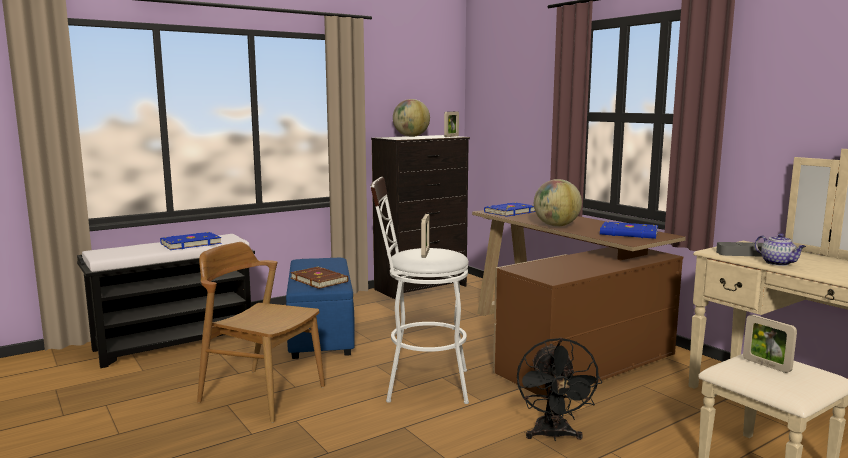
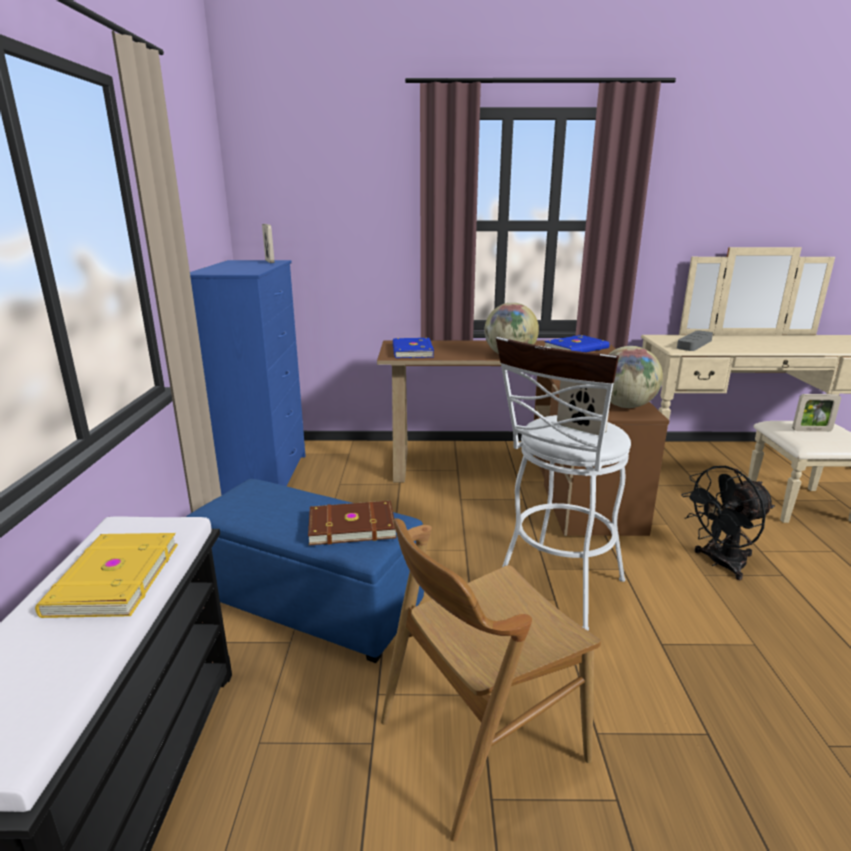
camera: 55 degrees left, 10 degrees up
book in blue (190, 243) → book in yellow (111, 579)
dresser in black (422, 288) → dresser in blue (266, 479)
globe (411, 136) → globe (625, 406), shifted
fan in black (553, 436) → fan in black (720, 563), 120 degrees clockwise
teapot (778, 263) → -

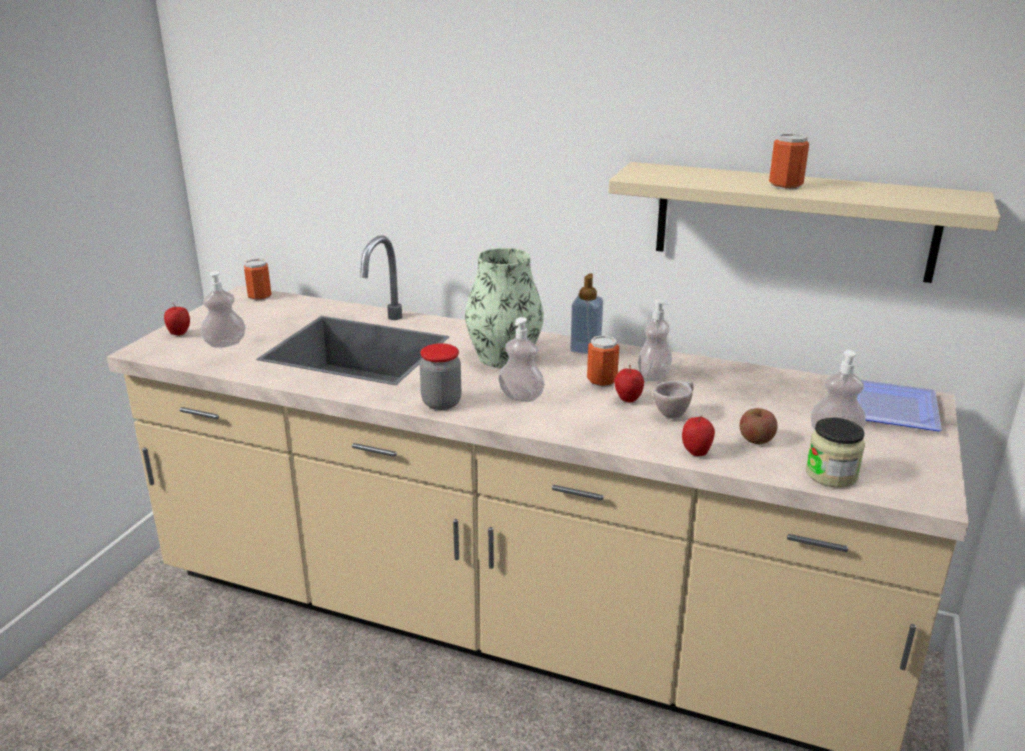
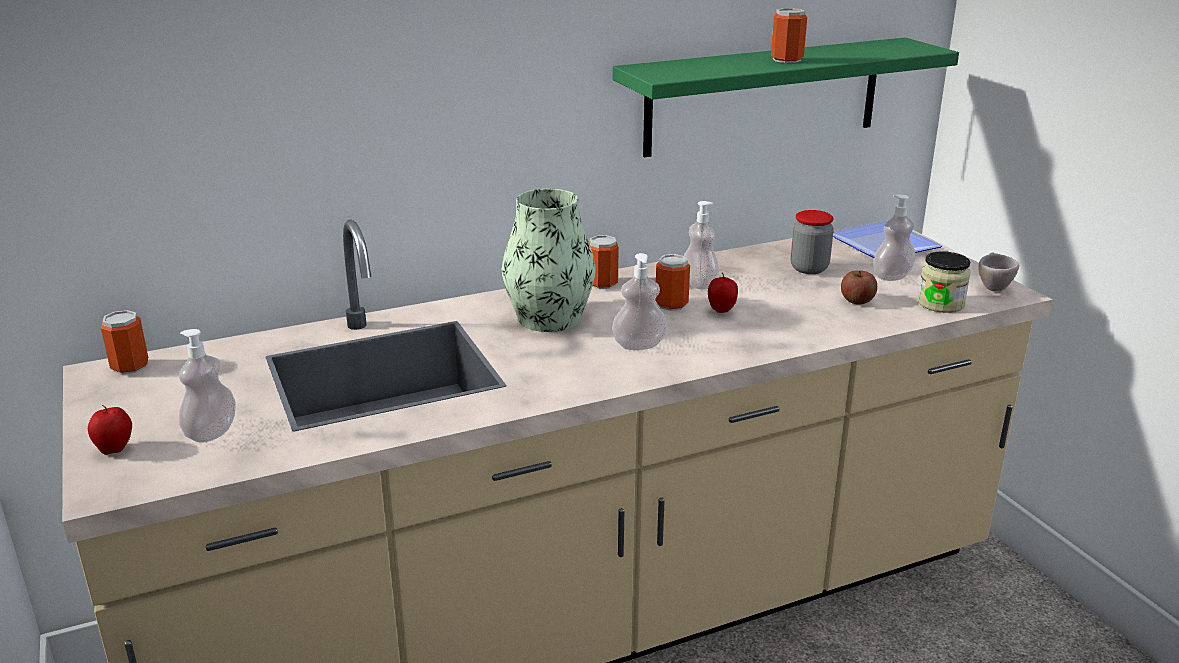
camera: 45 degrees left, 0 degrees up
soap dispenser (585, 349) → can (602, 283)
shelf in beige (793, 221) → shelf in green (764, 96)
jar (441, 403) → jar (809, 268), shifted
cup in beige (674, 413) → cup in beige (991, 287), shifted
apple (696, 452) → -

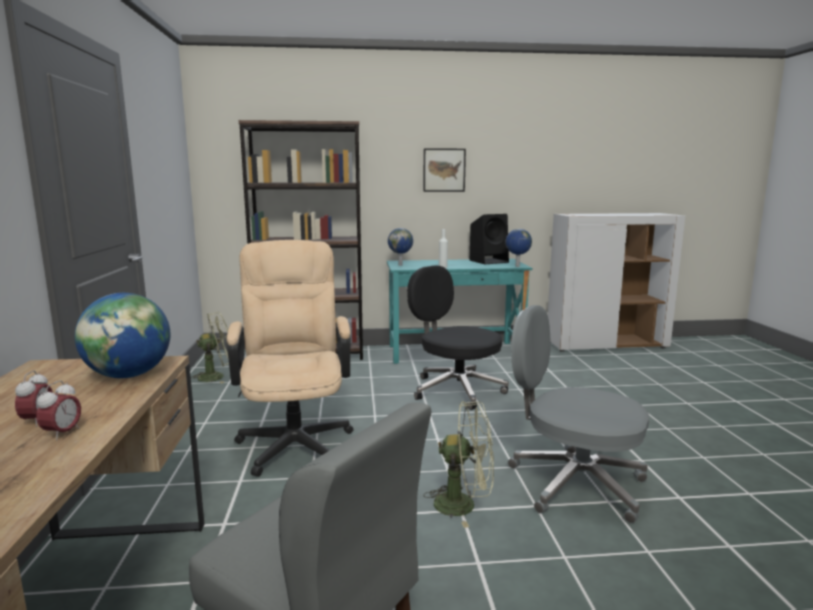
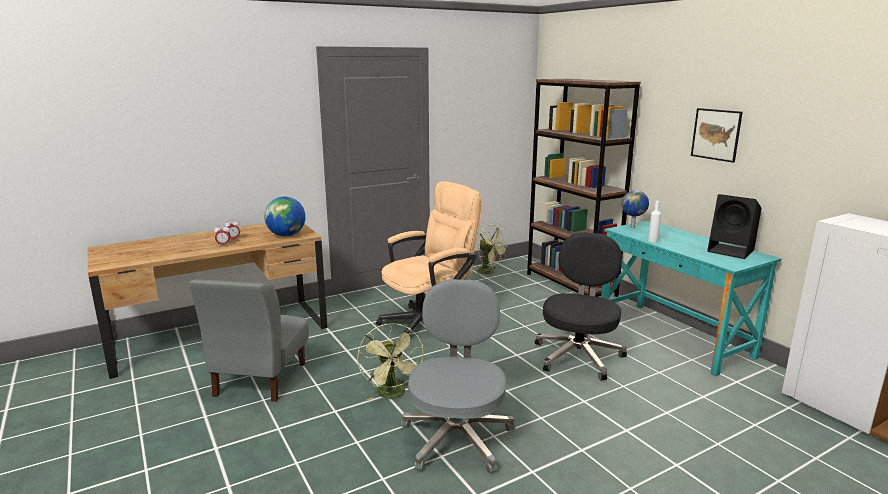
camera: 65 degrees right, 5 degrees up
globe (517, 266) → -

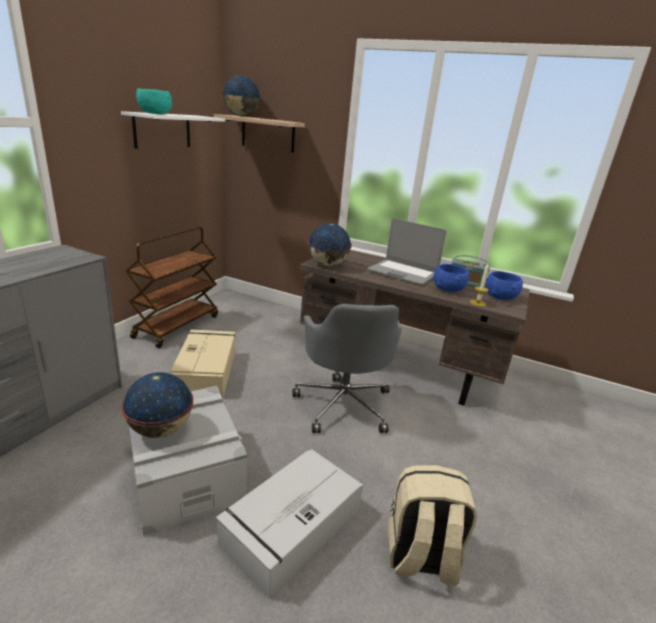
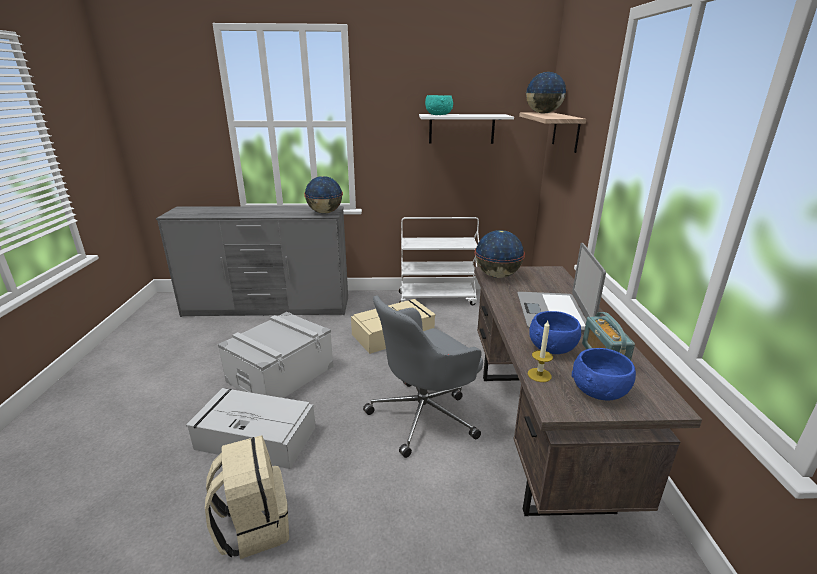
camera: 65 degrees right, 0 degrees up
globe (161, 429) → globe (325, 212), shifted
cart in brown (177, 326) → cart in white (437, 298)

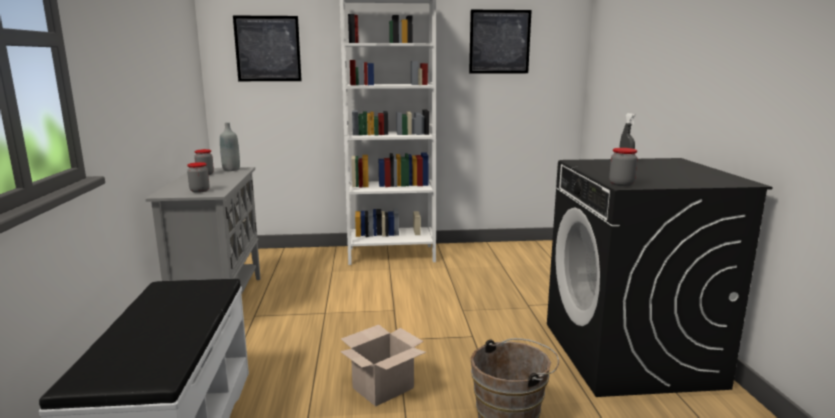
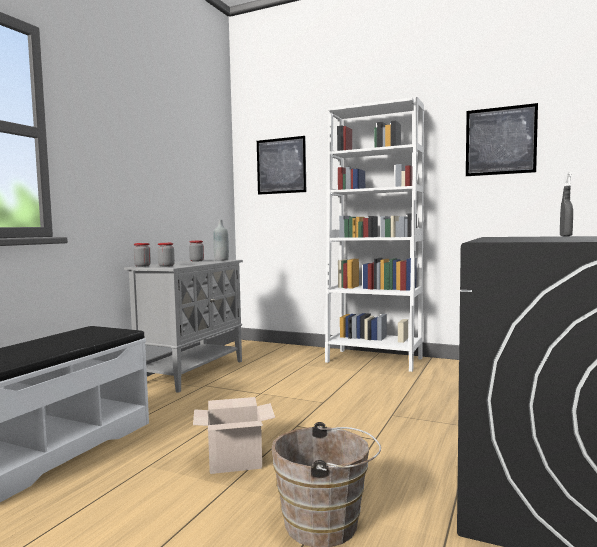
camera: 30 degrees right, 10 degrees down
jar (621, 184) → jar (142, 266), shifted

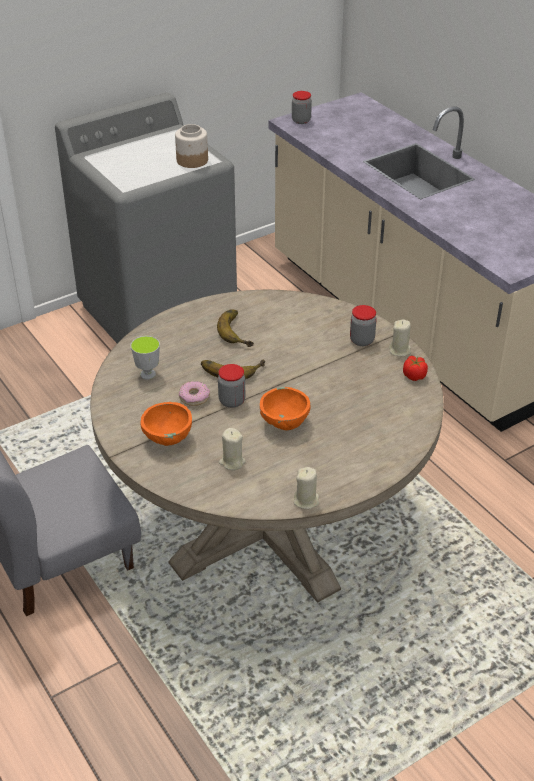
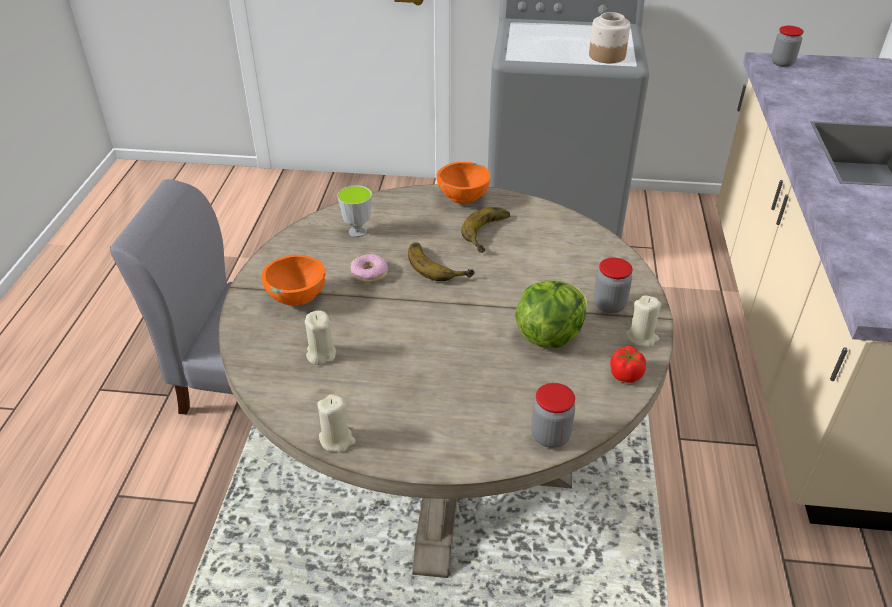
camera: 40 degrees right, 0 degrees up
bowl in orange (285, 423) → bowl in orange (463, 199), shifted
- → lettuce (548, 335)
jar (232, 401) → jar (550, 436), shifted

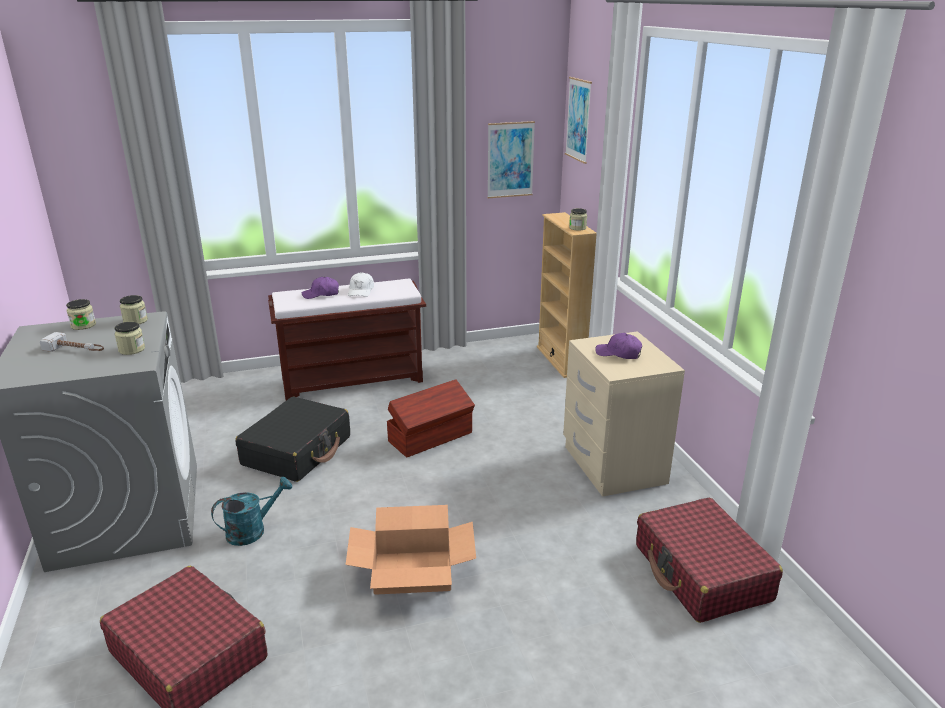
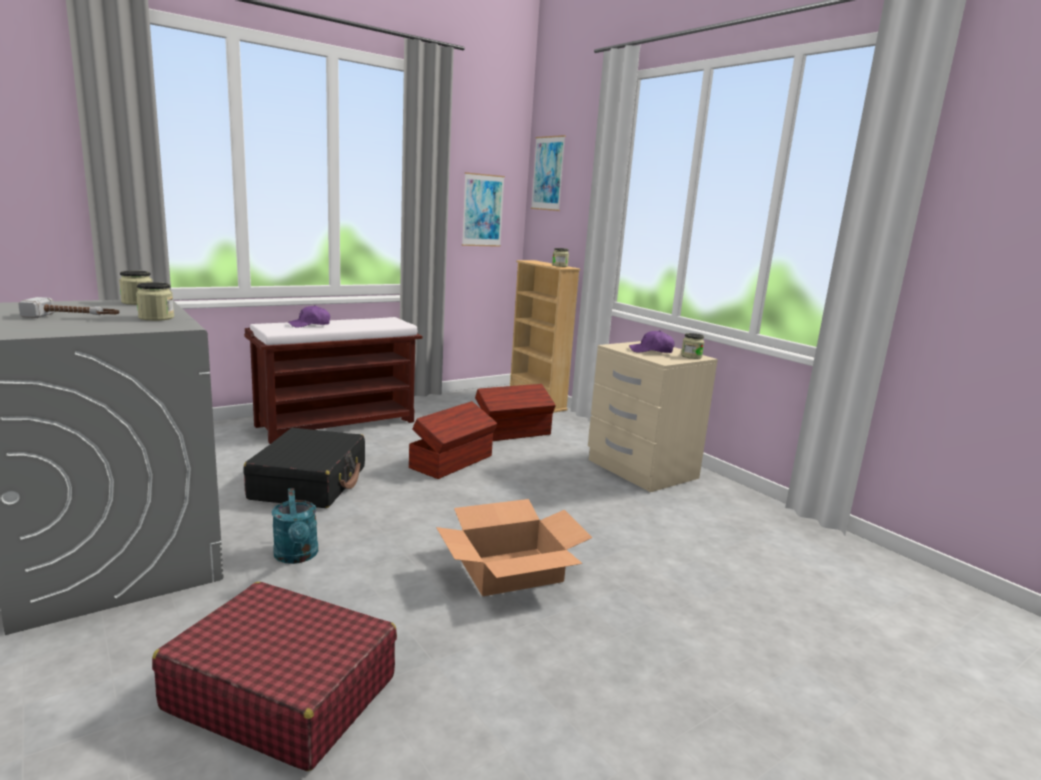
camera: 20 degrees left, 10 degrees down
watering can in turquoise (253, 530) → watering can in turquoise (297, 556), 120 degrees clockwise
- → storage box in brown (512, 433)
jar (83, 325) → jar (691, 356), shifted
cap in white (361, 291) → -
suitcase in red (701, 573) → -

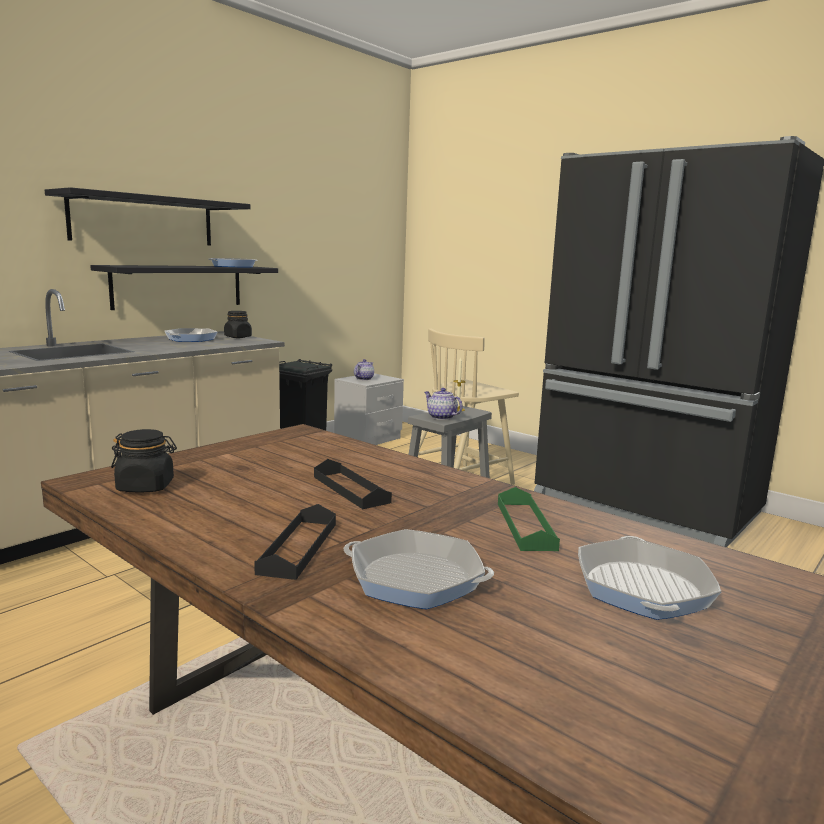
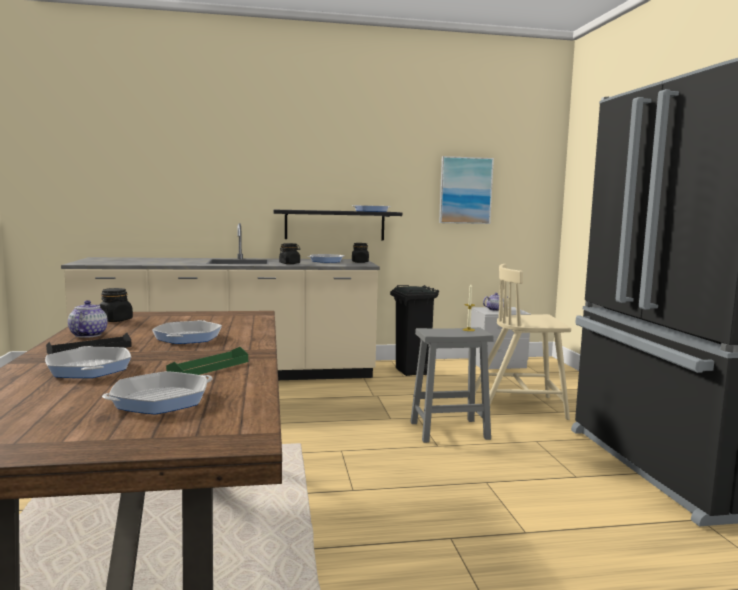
camera: 40 degrees right, 5 degrees down
teapot (441, 417) → teapot (88, 335), shifted
tray in black (350, 489) → frying pan (188, 337)
- → jar in black (289, 263)
- → picture (465, 190)
shelf in black (143, 220) → -

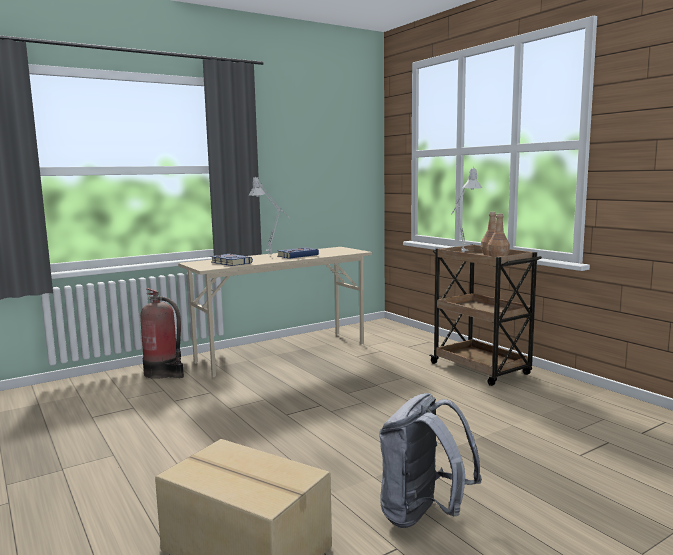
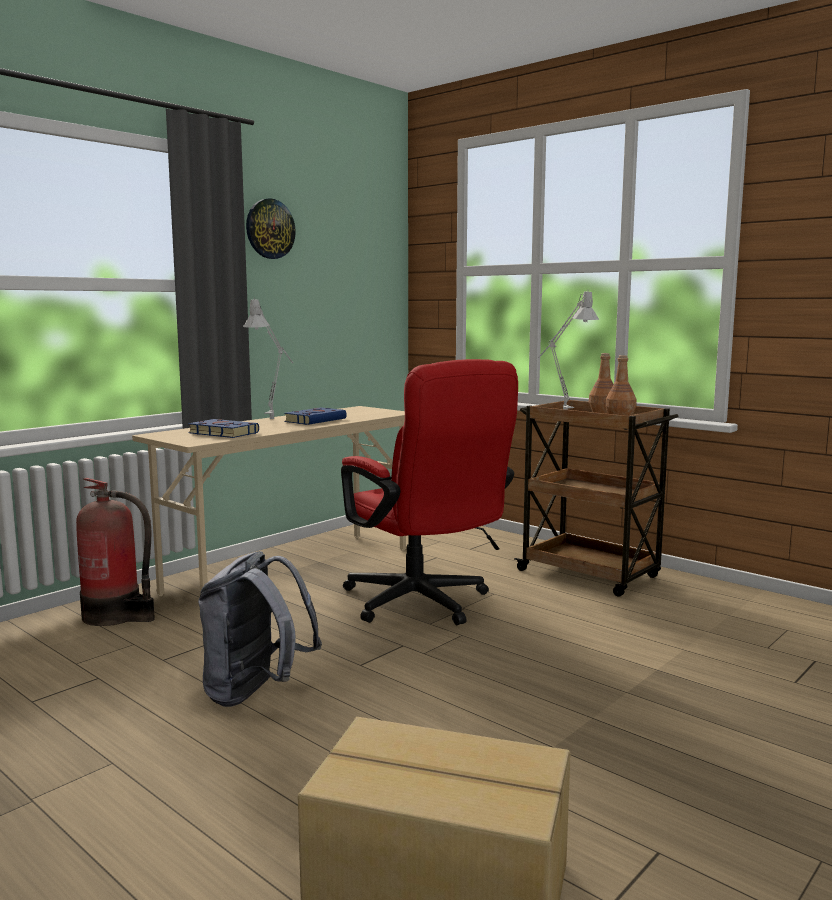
camera: 15 degrees left, 0 degrees up
backpack in grey (423, 516) → backpack in grey (255, 693), shifted
- → wall clock (270, 229)
- → office chair in red (423, 605)

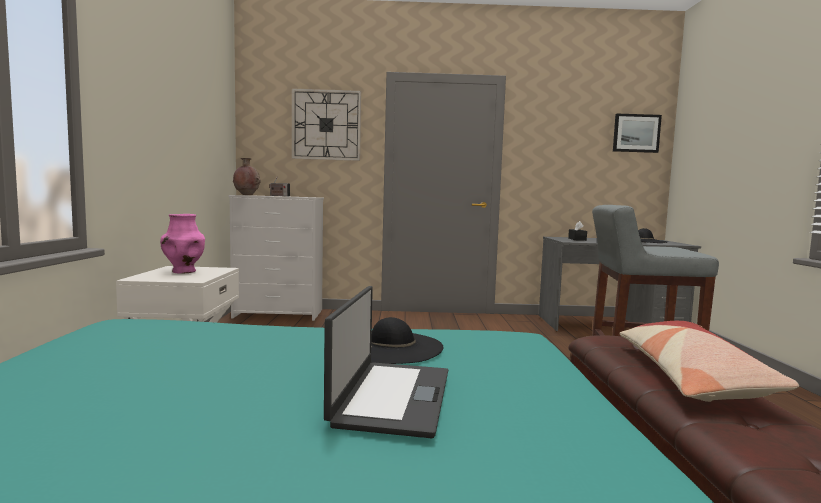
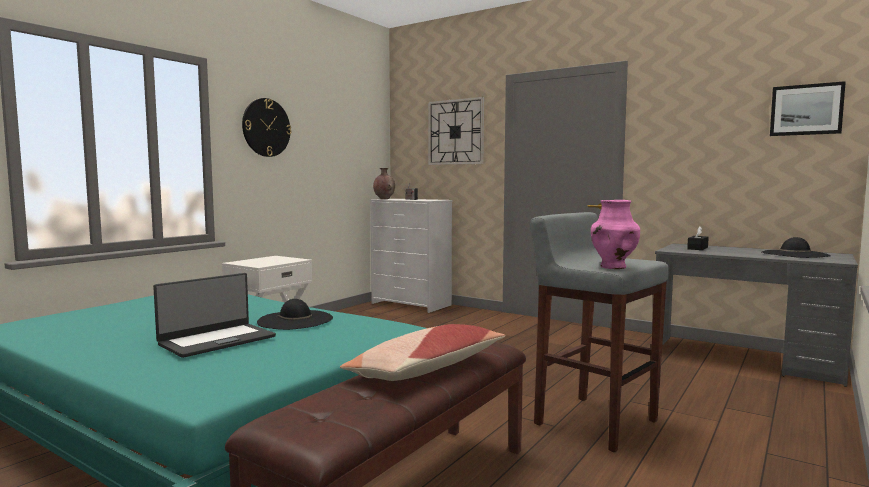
camera: 35 degrees right, 0 degrees up
- → wall clock (266, 127)
vase in pink (184, 271) → vase in pink (613, 267), shifted

